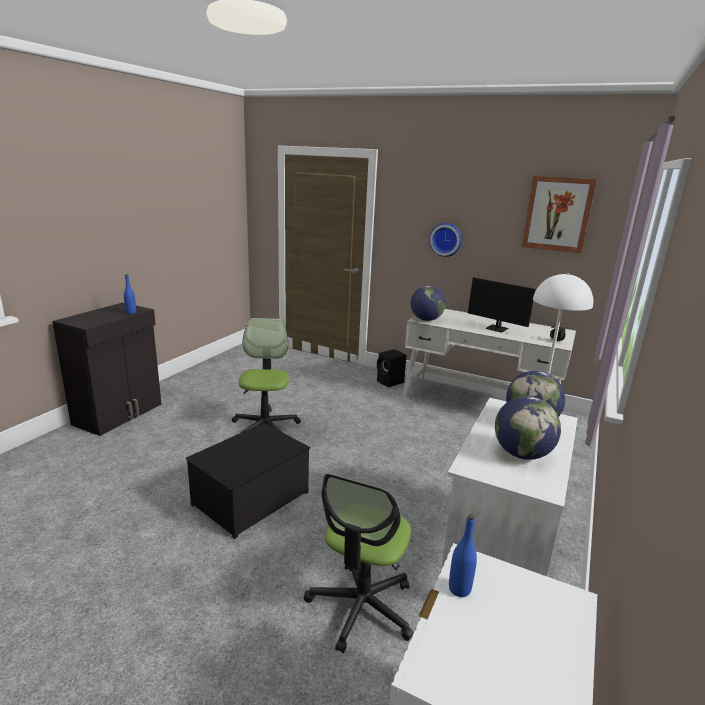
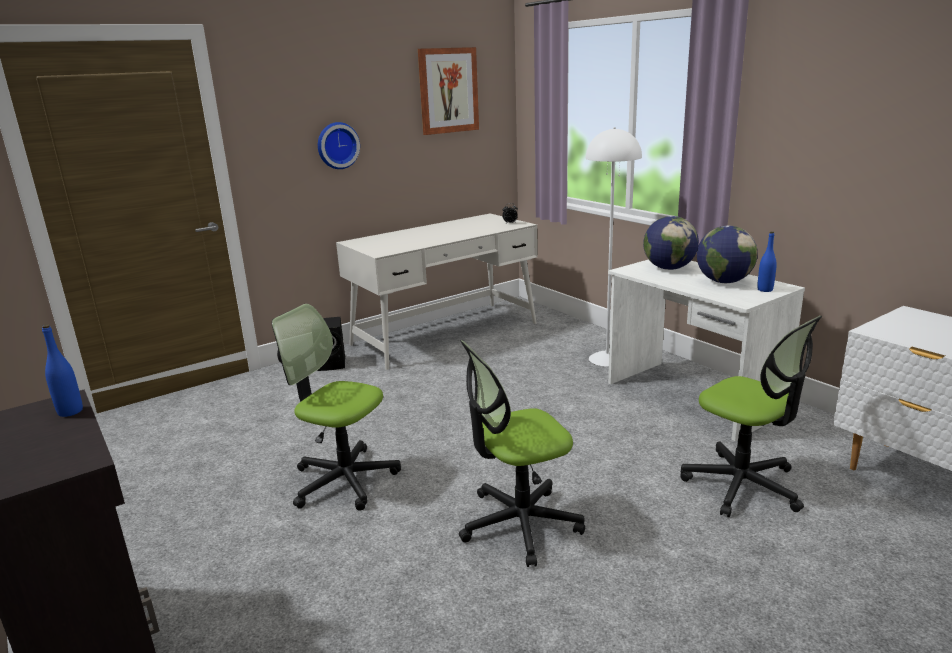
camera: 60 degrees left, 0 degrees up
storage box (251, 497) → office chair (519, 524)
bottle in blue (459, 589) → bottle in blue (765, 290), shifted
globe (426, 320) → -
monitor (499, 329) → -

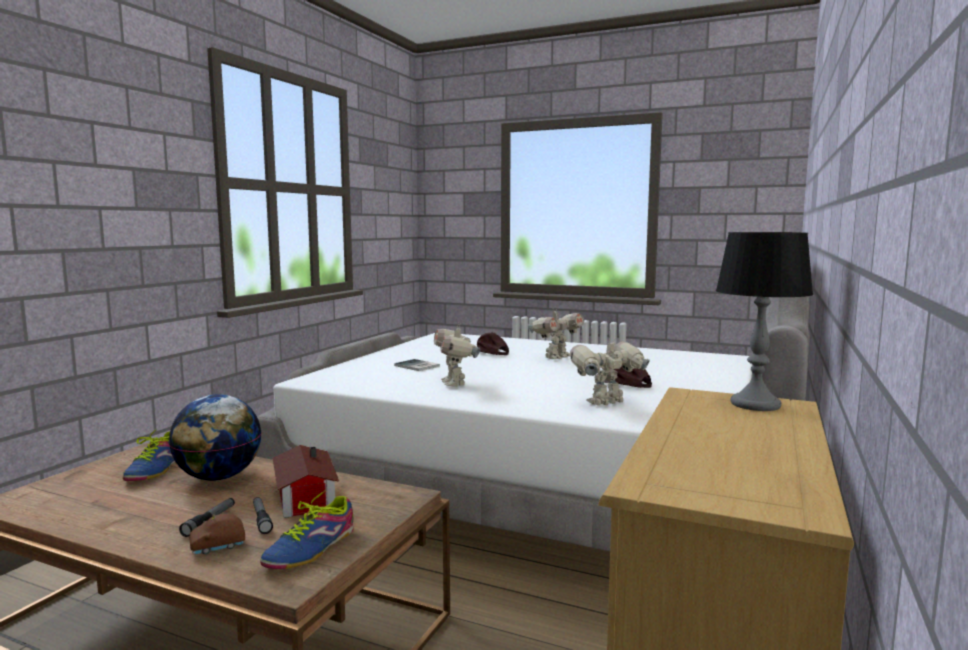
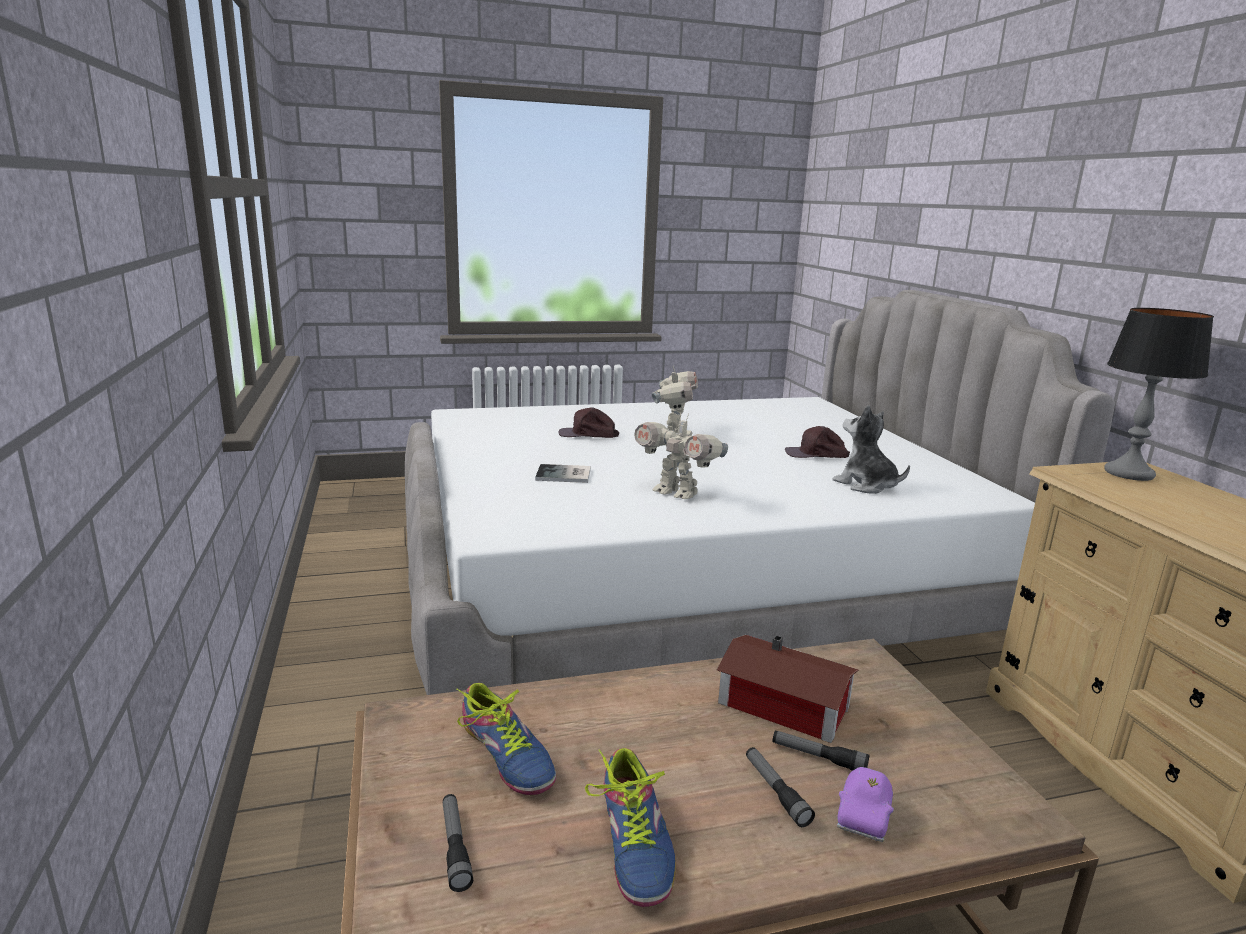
camera: 40 degrees left, 10 degrees up
- → flashlight (455, 847)
shoe (311, 548) → shoe (635, 843), shifted
toy robot (607, 403) → plush toy (866, 485)
toy car in brown (218, 546) → toy car in purple (865, 816)
globe (218, 477) → -

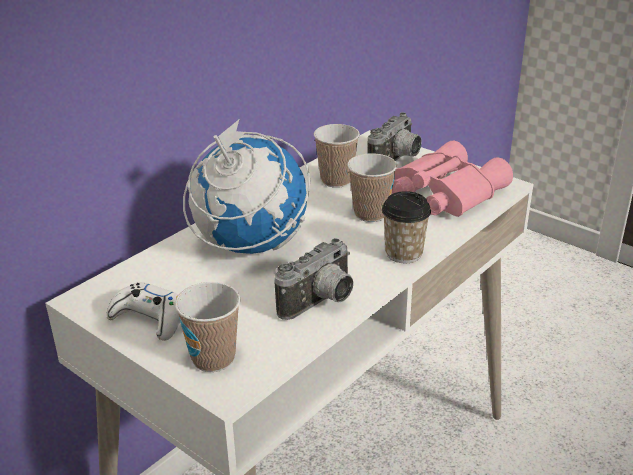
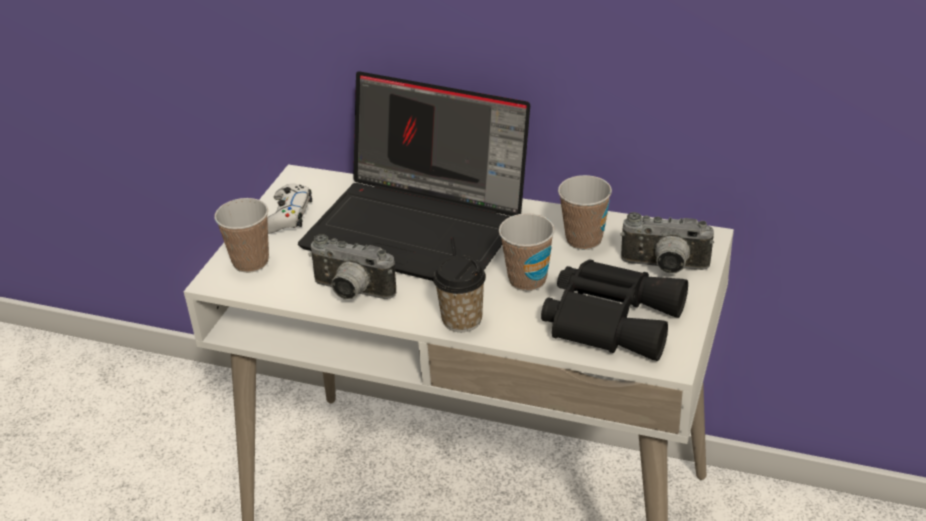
camera: 70 degrees right, 5 degrees up
globe (249, 246) → laptop (421, 227)
binoculars in pink (443, 192) → binoculars in black (611, 318)

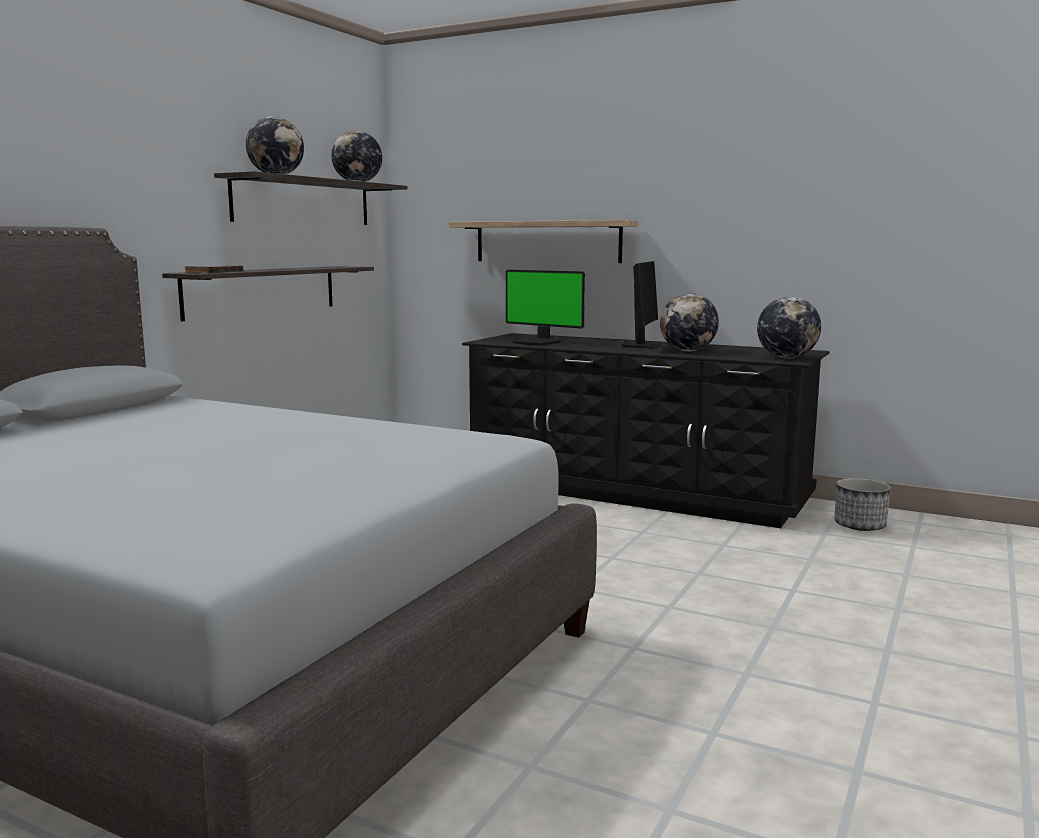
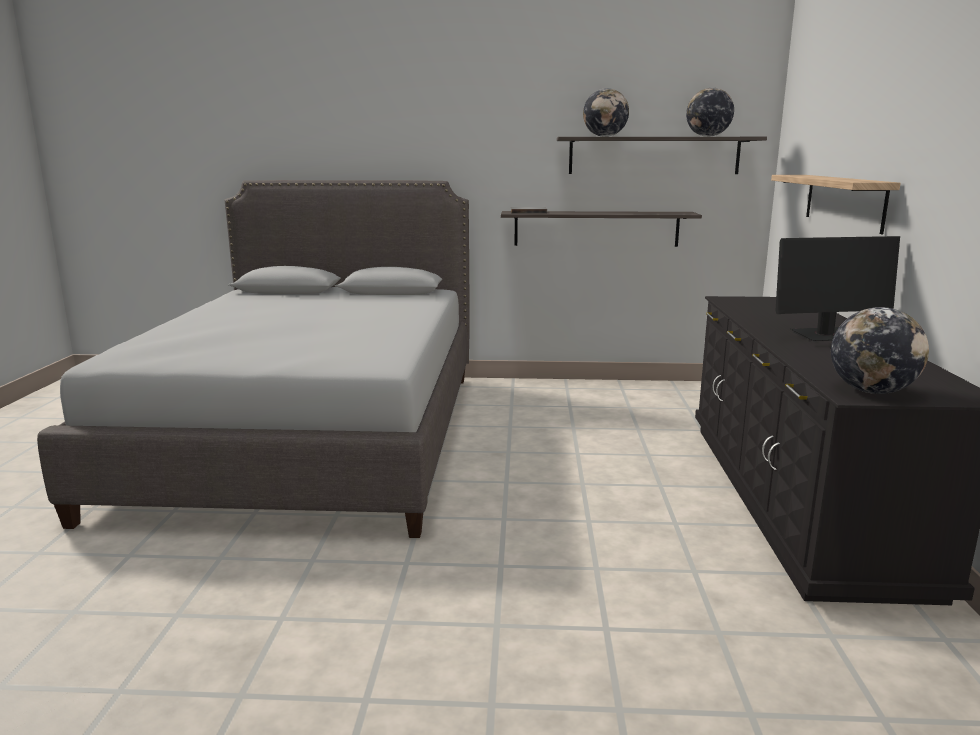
camera: 65 degrees right, 5 degrees up
monitor (538, 342) → -
globe (688, 351) → -
planter (860, 526) → -

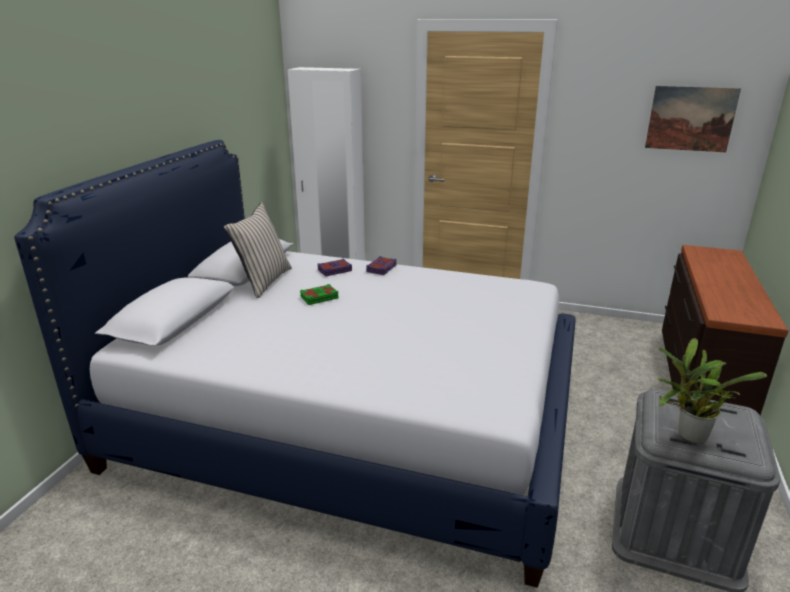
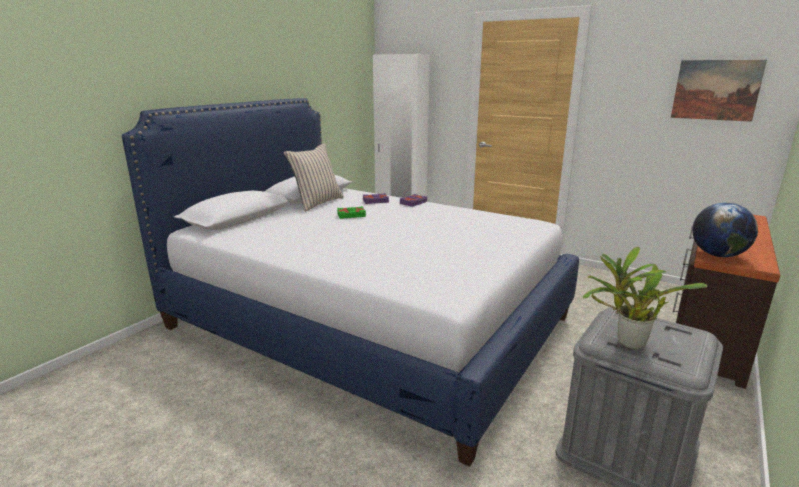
camera: 15 degrees right, 5 degrees down
- → globe (717, 255)

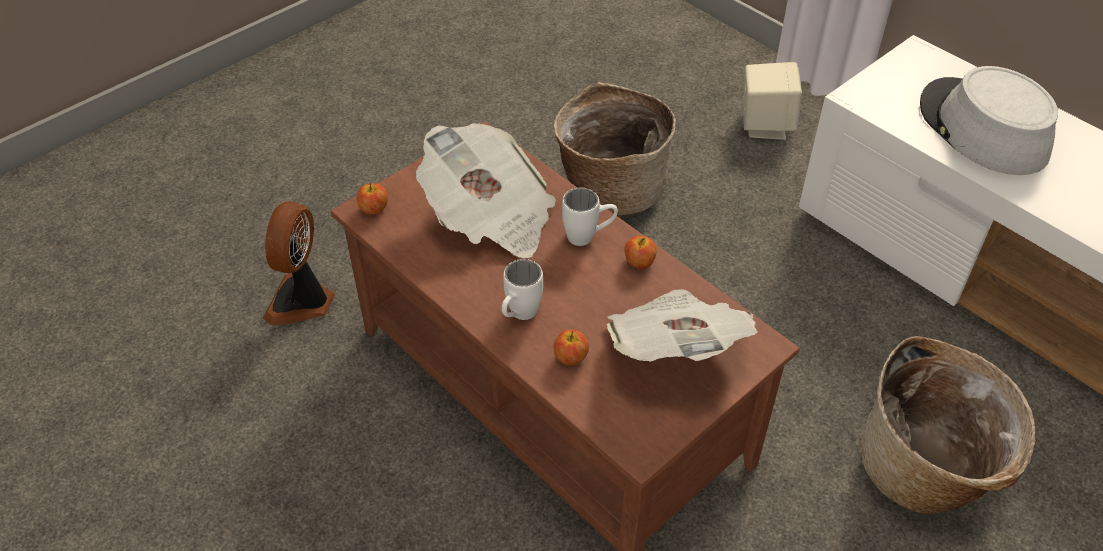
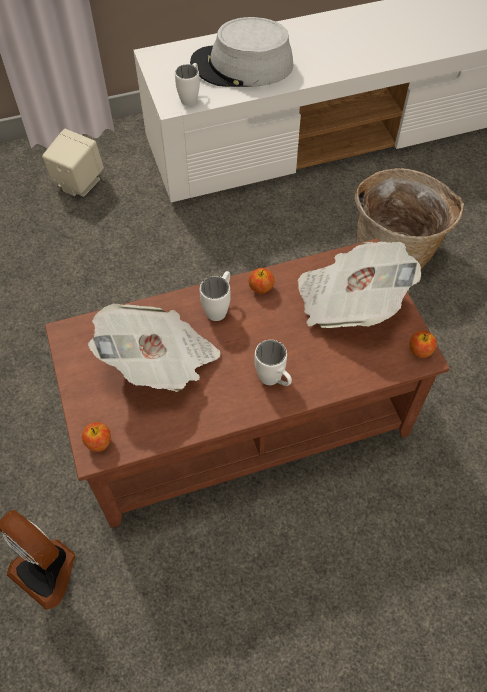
camera: 65 degrees left, 10 degrees up
- → mug in white (191, 96)
apple (570, 357) → apple (419, 350), shifted
basket (610, 188) → -

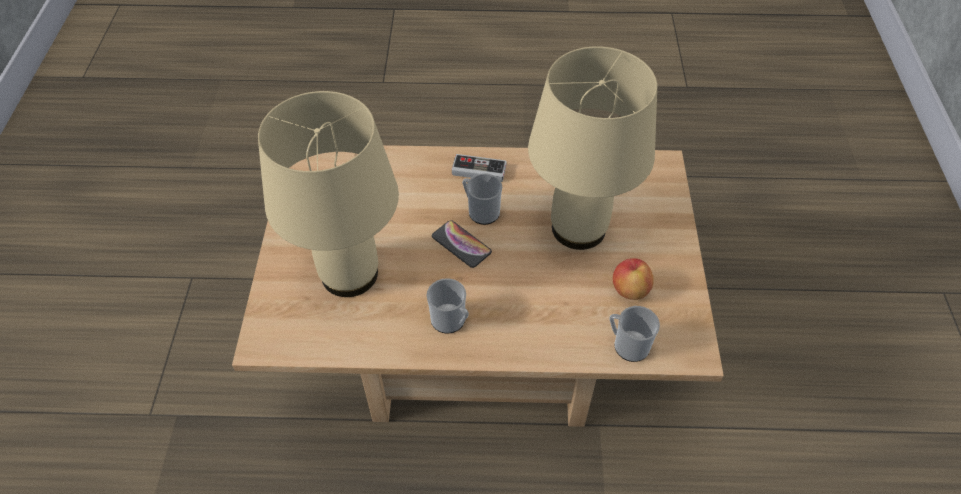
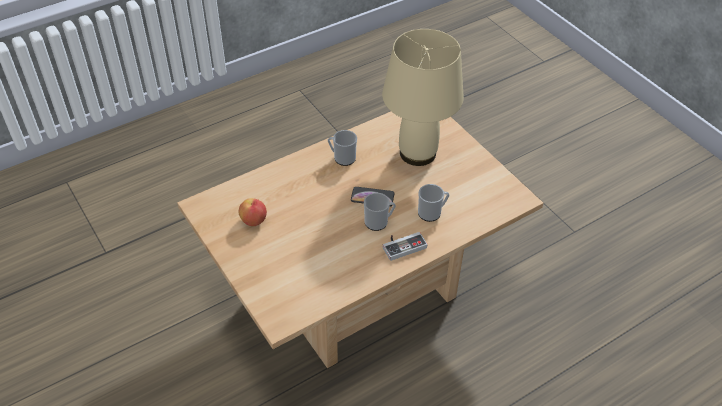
camera: 145 degrees right, 5 degrees down
mug (627, 345) → mug (432, 213), shifted
table lamp in beige (577, 229) → -

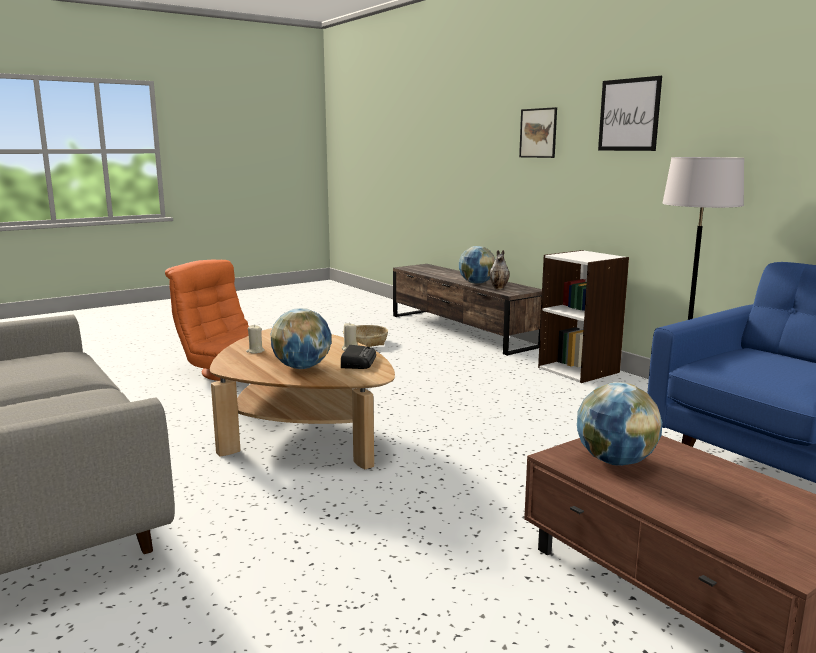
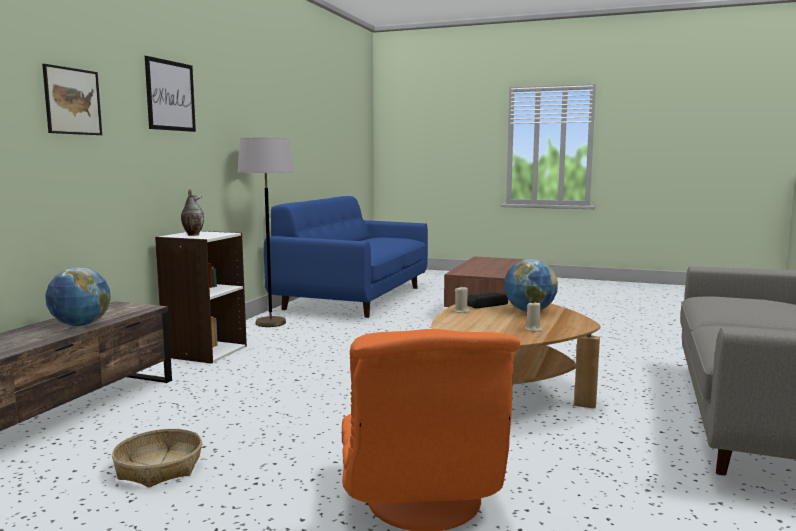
camera: 125 degrees left, 5 degrees down
vase (499, 288) → vase (192, 235), shifted
globe (615, 461) → -

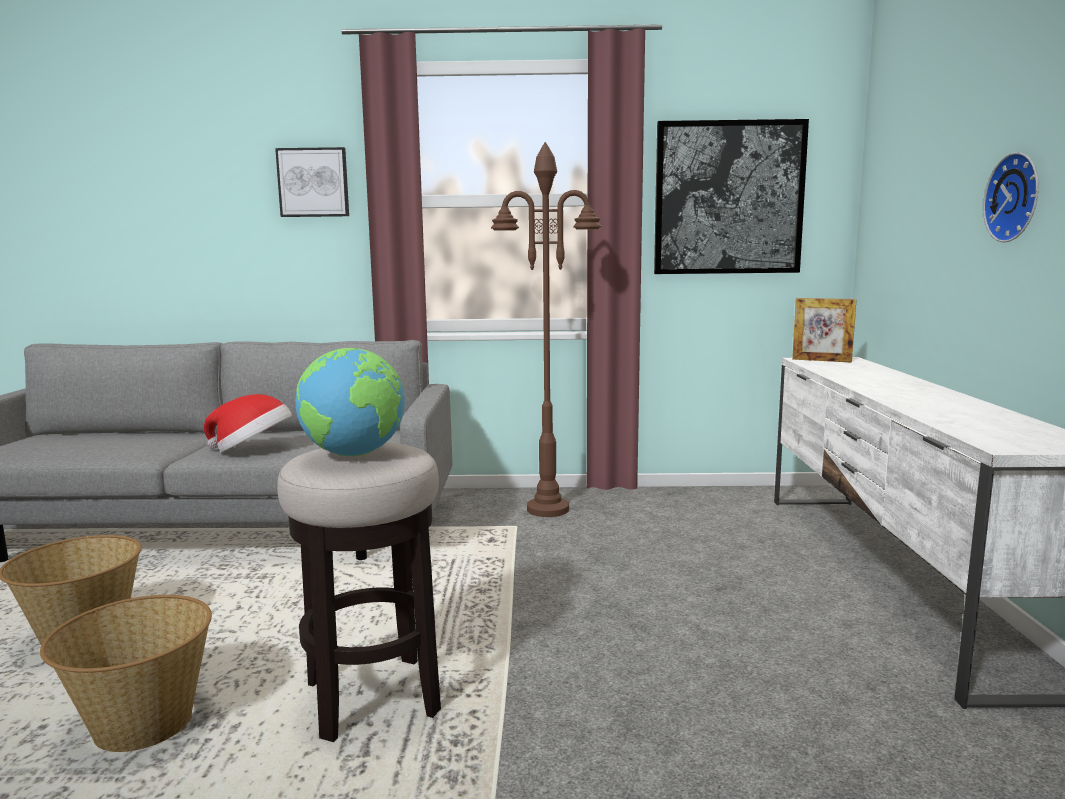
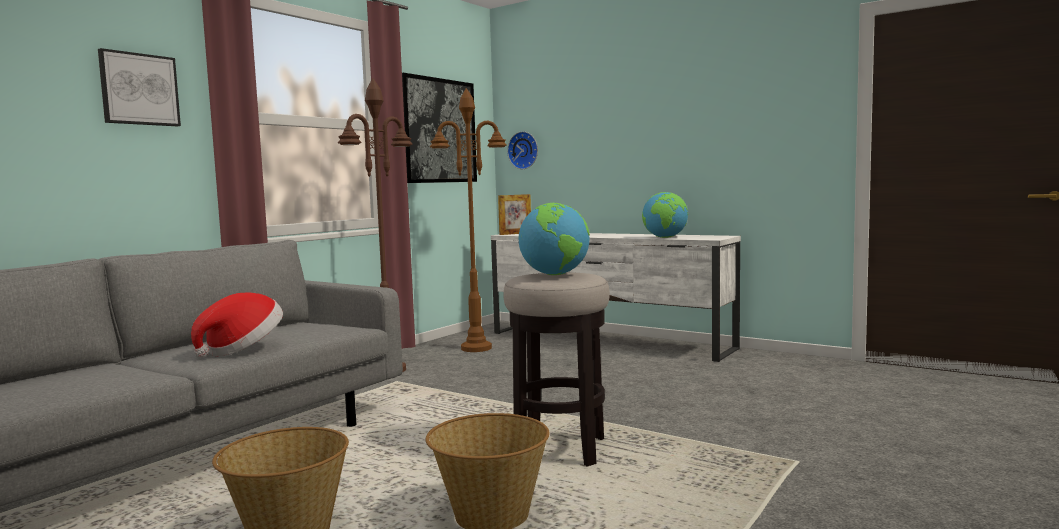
camera: 55 degrees left, 5 degrees down
- → floor lamp in brown (476, 348)
wall clock (1017, 197) → wall clock (524, 150), shifted
- → globe (665, 237)

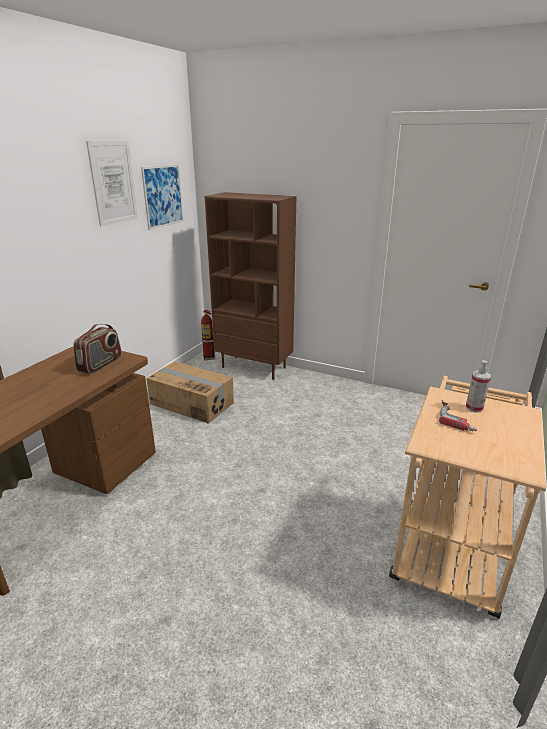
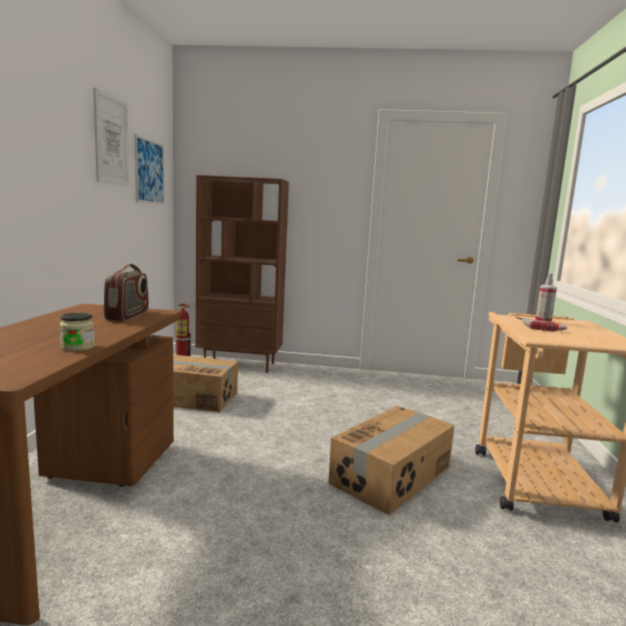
camera: 20 degrees left, 15 degrees down
- → jar (78, 347)
- → cardboard box (392, 475)

